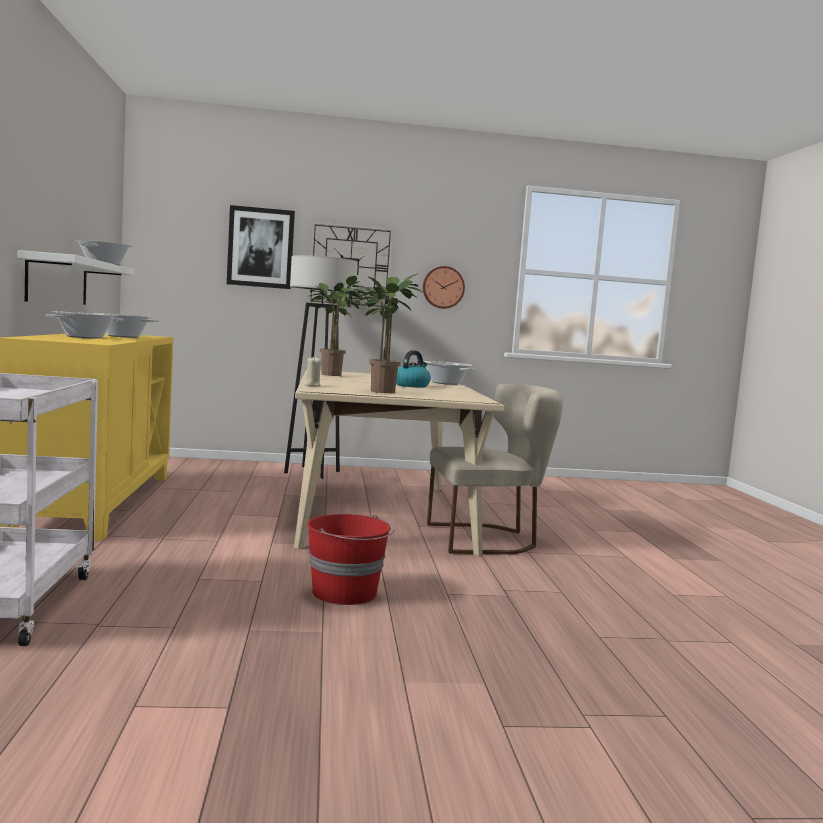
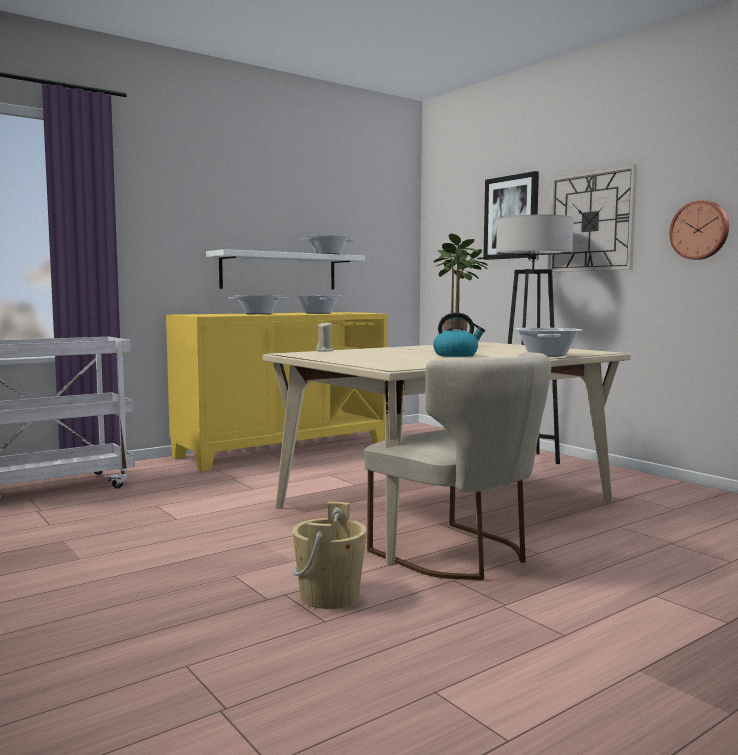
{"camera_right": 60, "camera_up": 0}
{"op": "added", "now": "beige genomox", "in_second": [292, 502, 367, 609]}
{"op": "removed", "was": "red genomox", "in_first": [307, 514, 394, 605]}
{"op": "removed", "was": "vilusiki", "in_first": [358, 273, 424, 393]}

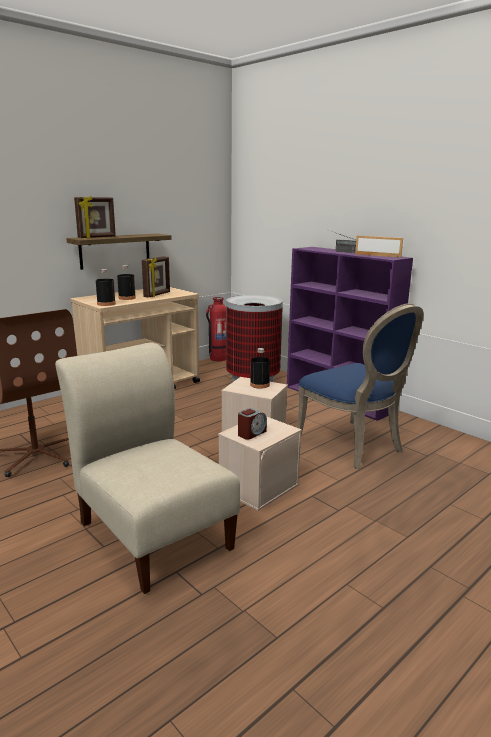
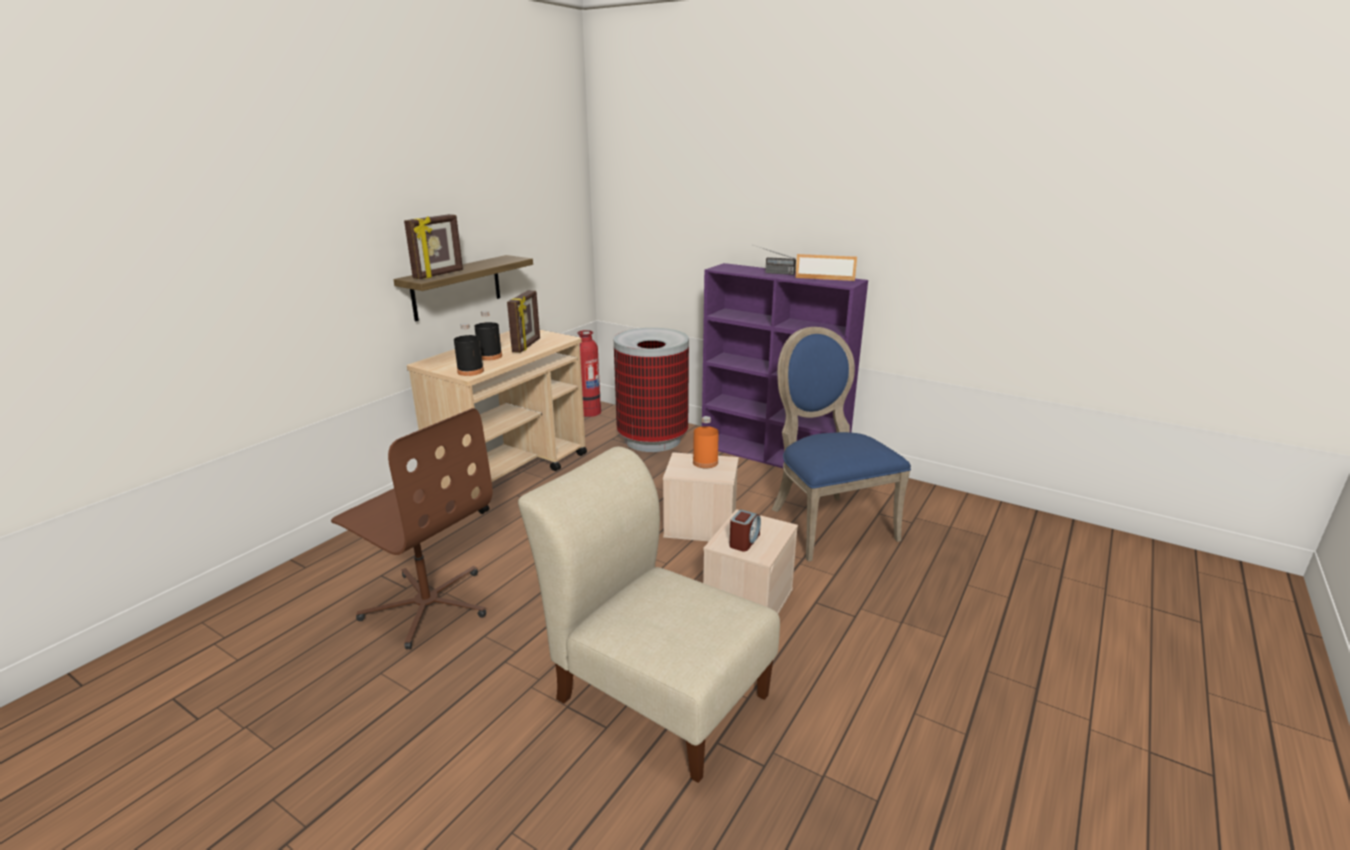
{"camera_right": -15, "camera_up": 5}
{"op": "recoloured", "was": "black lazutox", "now": "orange lazutox", "in_first": [250, 348, 270, 389], "in_second": [693, 416, 719, 468]}
{"op": "turned", "was": "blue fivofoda", "in_first": [297, 303, 423, 469], "in_second": [771, 327, 911, 562], "clockwise": -150}

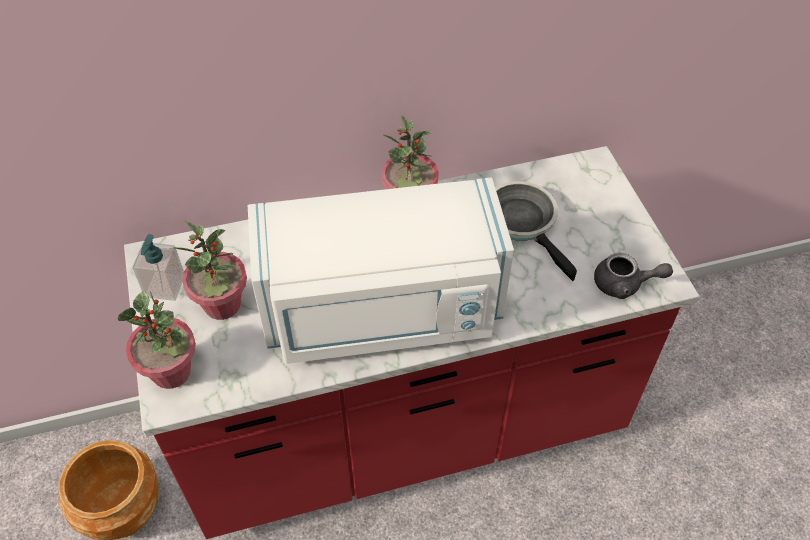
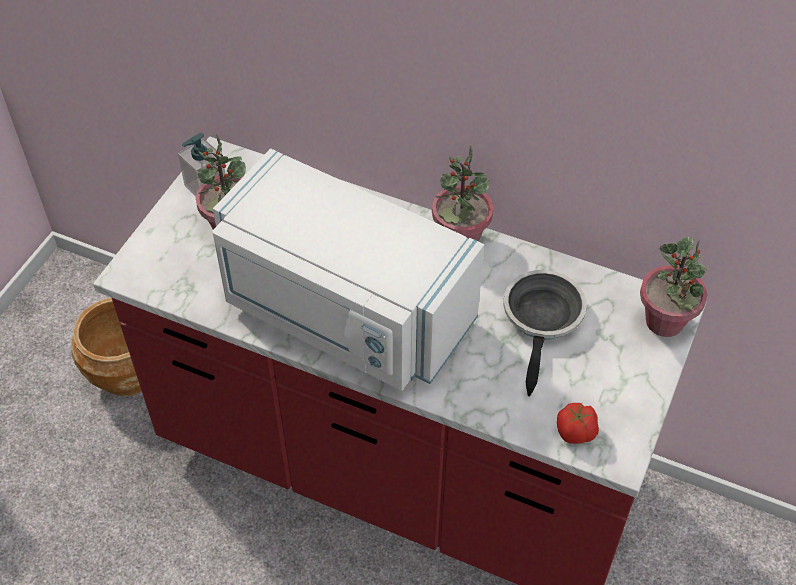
{"camera_right": 40, "camera_up": 0}
{"op": "replaced", "was": "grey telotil", "now": "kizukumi", "in_first": [594, 253, 673, 299], "in_second": [557, 403, 599, 444]}
{"op": "moved", "was": "vilusiki", "in_first": [118, 291, 196, 389], "in_second": [640, 237, 707, 337]}

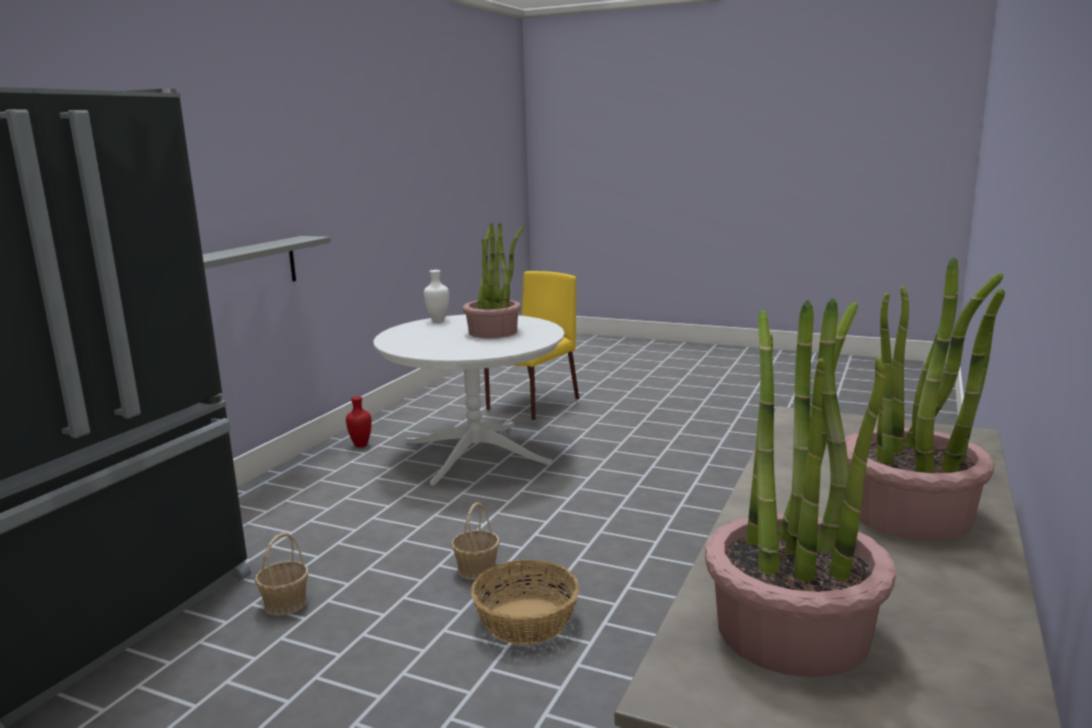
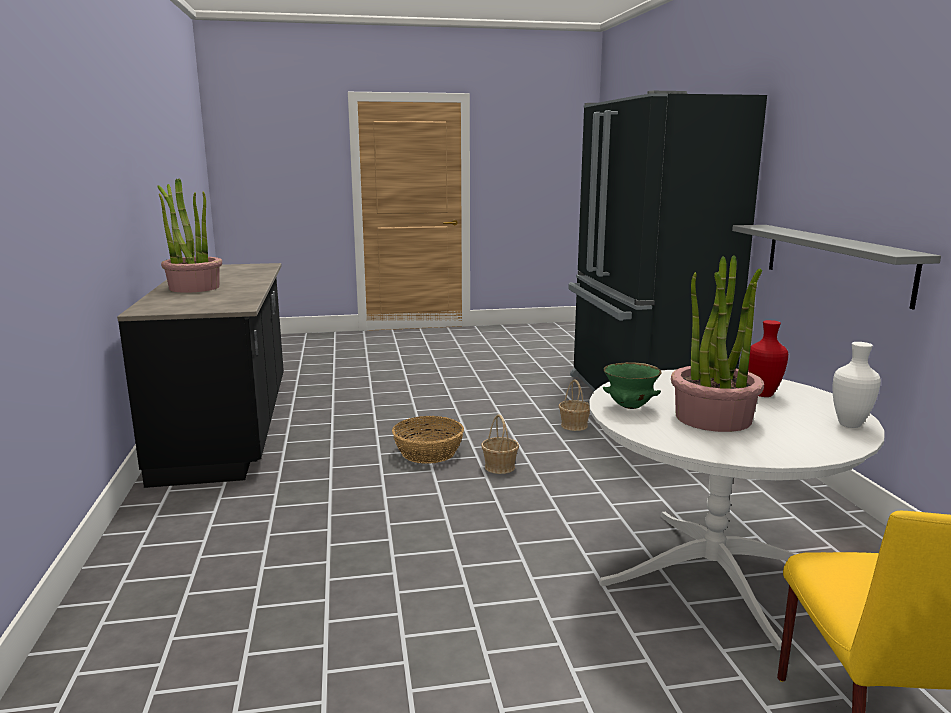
{"camera_right": 145, "camera_up": 0}
{"op": "added", "now": "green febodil", "in_second": [603, 362, 662, 409]}
{"op": "moved", "was": "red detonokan", "in_first": [346, 396, 372, 447], "in_second": [748, 320, 788, 397]}
{"op": "removed", "was": "vilusiki", "in_first": [705, 298, 896, 677]}

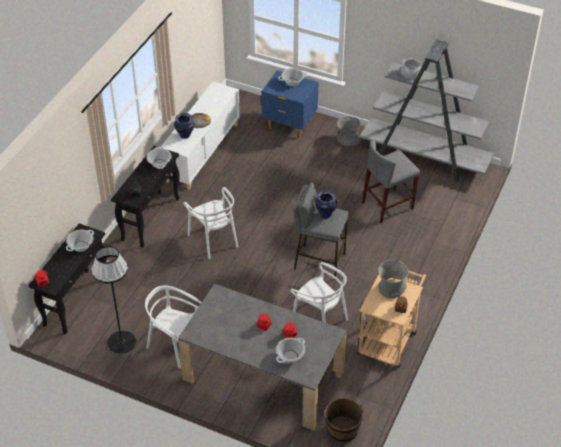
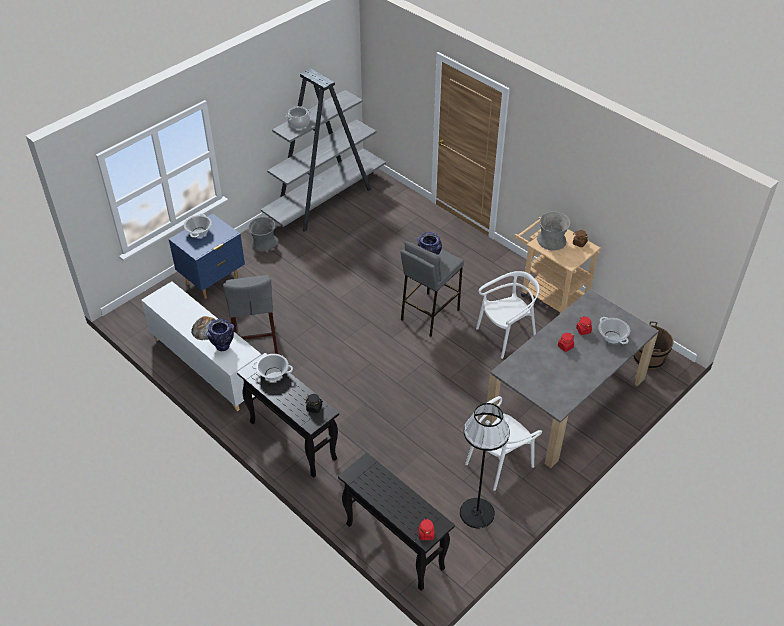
{"camera_right": -70, "camera_up": 0}
{"op": "moved", "was": "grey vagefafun", "in_first": [362, 140, 420, 223], "in_second": [223, 275, 278, 354]}
{"op": "removed", "was": "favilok", "in_first": [66, 230, 94, 252]}
{"op": "removed", "was": "white fivofoda", "in_first": [183, 187, 238, 259]}

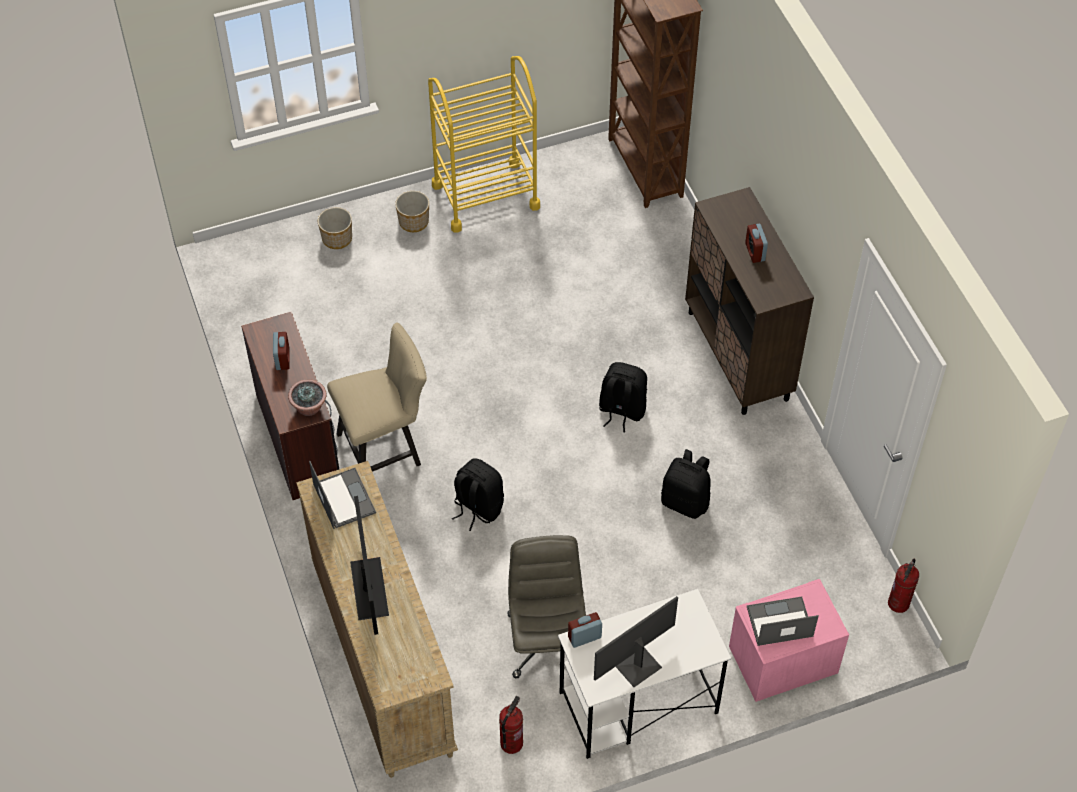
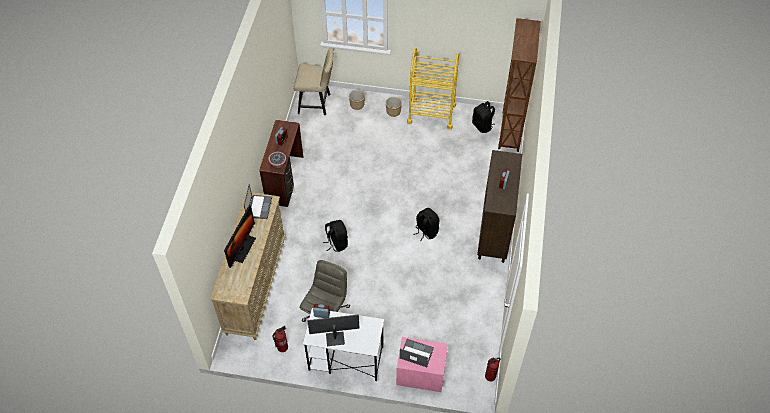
{"camera_right": 30, "camera_up": 0}
{"op": "moved", "was": "beige fivofoda", "in_first": [327, 322, 427, 472], "in_second": [294, 48, 334, 115]}
{"op": "moved", "was": "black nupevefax", "in_first": [661, 449, 711, 519], "in_second": [472, 101, 495, 133]}

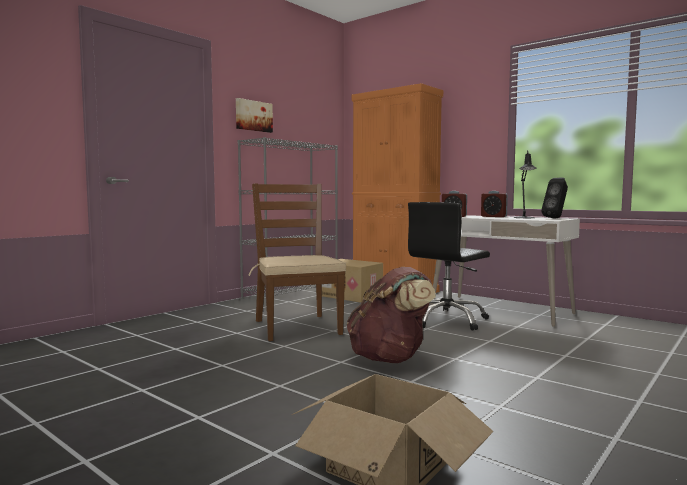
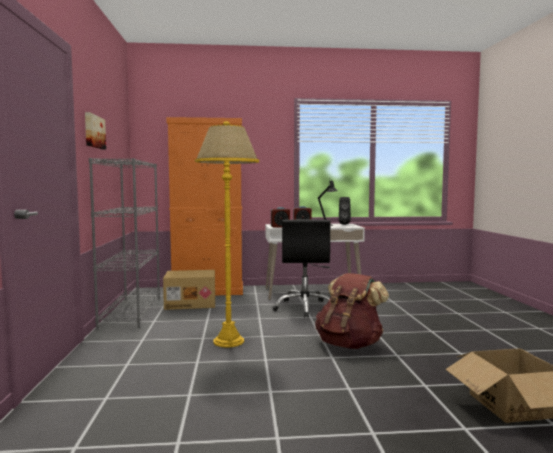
{"camera_right": -45, "camera_up": 0}
{"op": "replaced", "was": "brown fivofoda", "now": "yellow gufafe", "in_first": [249, 183, 346, 341], "in_second": [195, 121, 259, 348]}

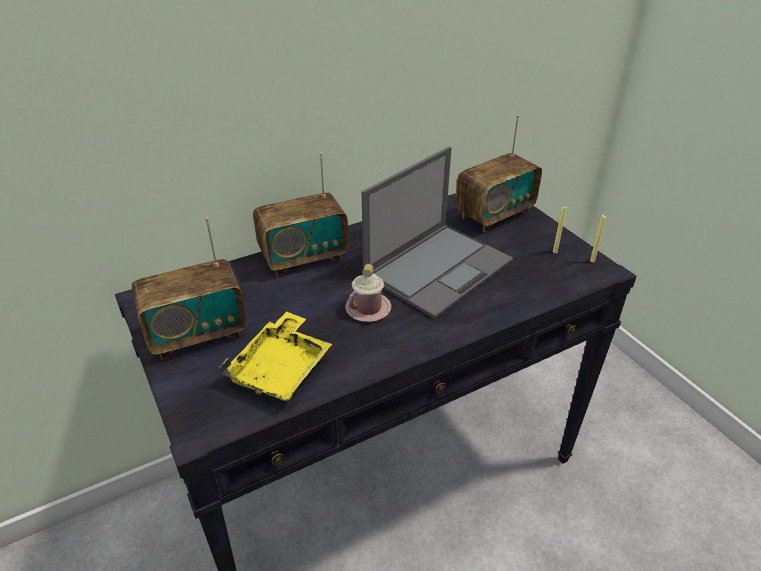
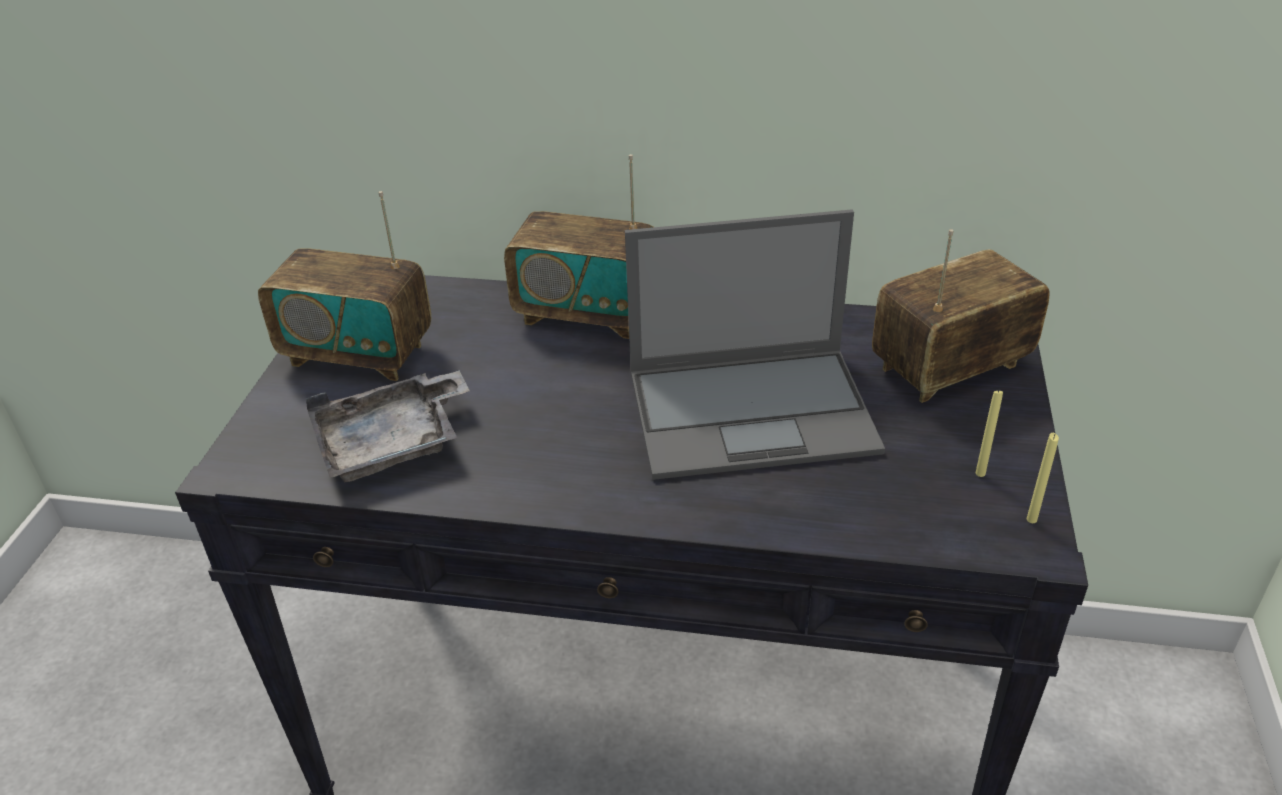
{"camera_right": 40, "camera_up": 0}
{"op": "recoloured", "was": "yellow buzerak", "now": "grey buzerak", "in_first": [220, 312, 332, 401], "in_second": [306, 371, 470, 482]}
{"op": "turned", "was": "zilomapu", "in_first": [455, 115, 542, 232], "in_second": [872, 229, 1049, 403], "clockwise": 150}
{"op": "removed", "was": "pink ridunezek", "in_first": [345, 264, 392, 322]}

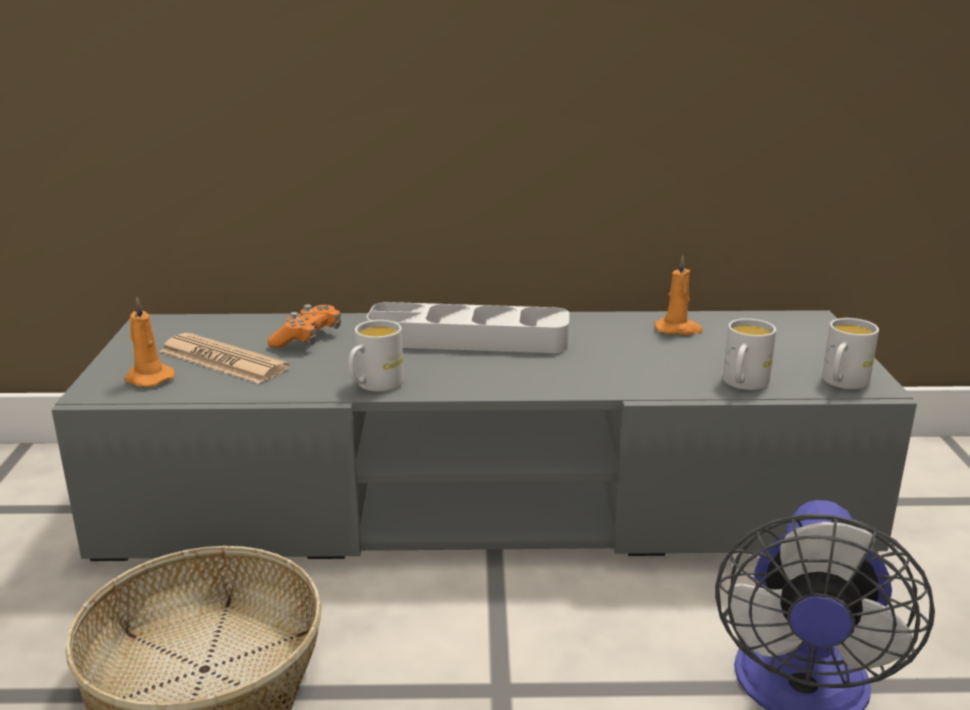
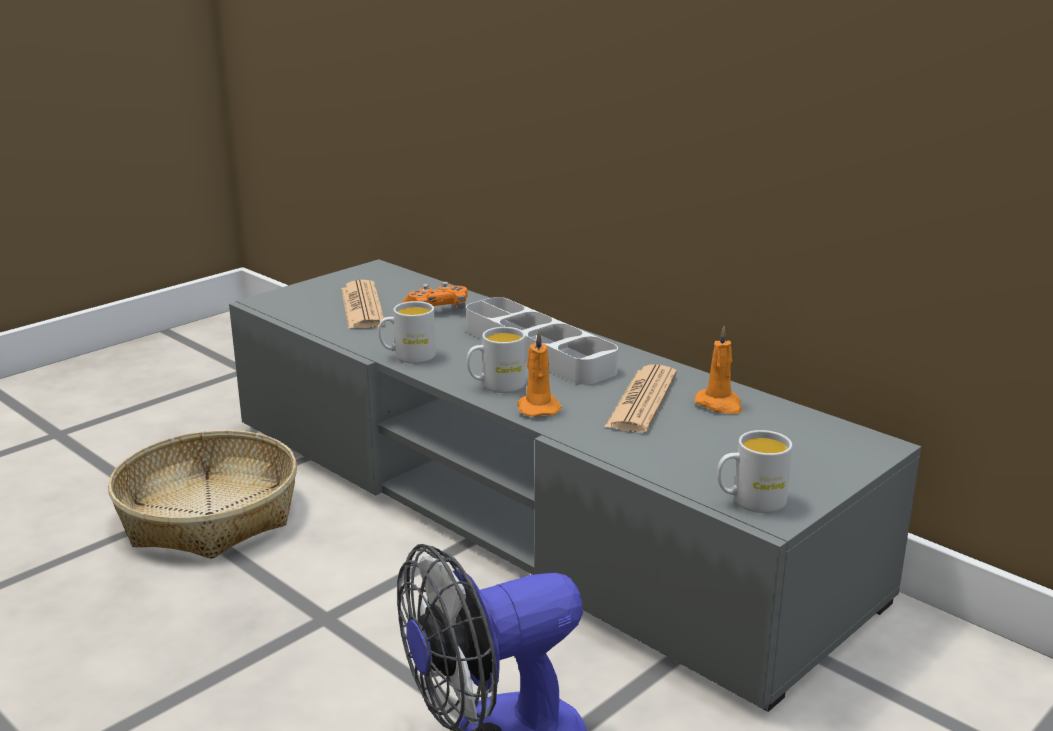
{"camera_right": 45, "camera_up": 0}
{"op": "moved", "was": "white ridunezek", "in_first": [723, 318, 776, 390], "in_second": [467, 327, 525, 393]}
{"op": "moved", "was": "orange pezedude", "in_first": [124, 297, 175, 387], "in_second": [517, 330, 562, 417]}
{"op": "added", "now": "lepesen", "in_second": [604, 365, 677, 433]}

